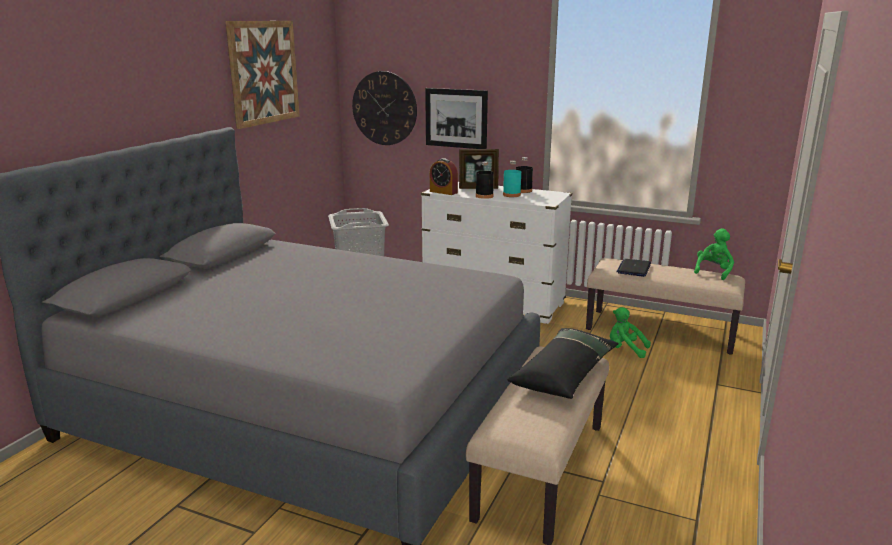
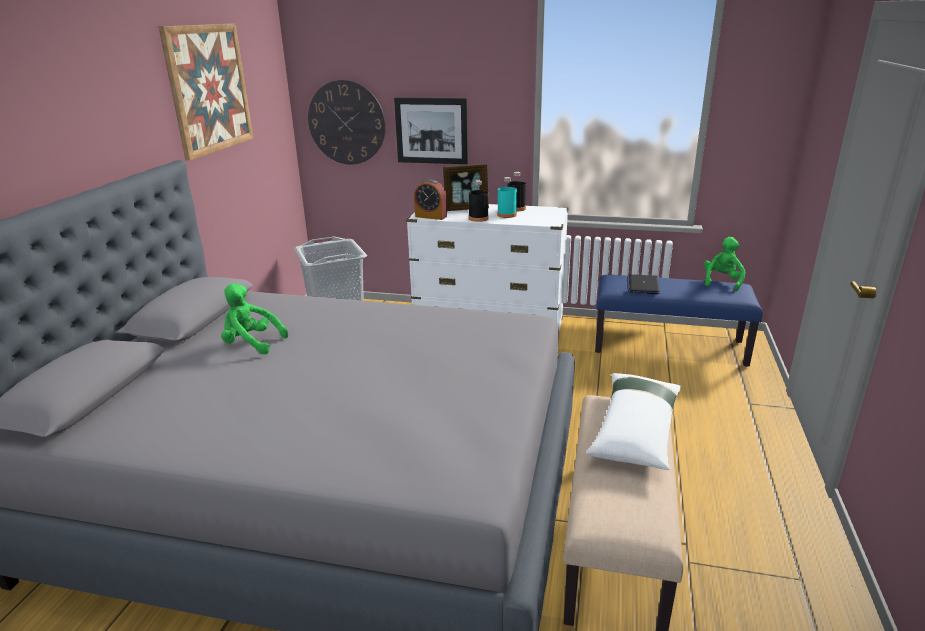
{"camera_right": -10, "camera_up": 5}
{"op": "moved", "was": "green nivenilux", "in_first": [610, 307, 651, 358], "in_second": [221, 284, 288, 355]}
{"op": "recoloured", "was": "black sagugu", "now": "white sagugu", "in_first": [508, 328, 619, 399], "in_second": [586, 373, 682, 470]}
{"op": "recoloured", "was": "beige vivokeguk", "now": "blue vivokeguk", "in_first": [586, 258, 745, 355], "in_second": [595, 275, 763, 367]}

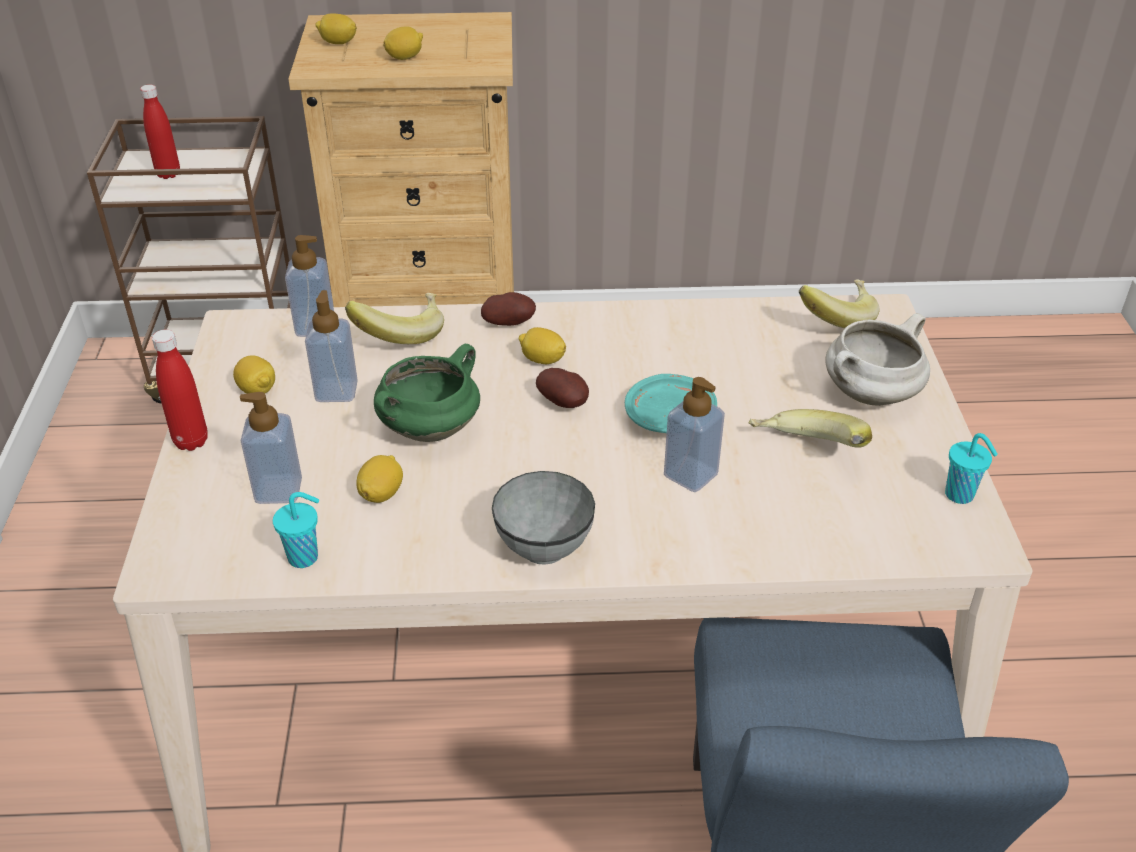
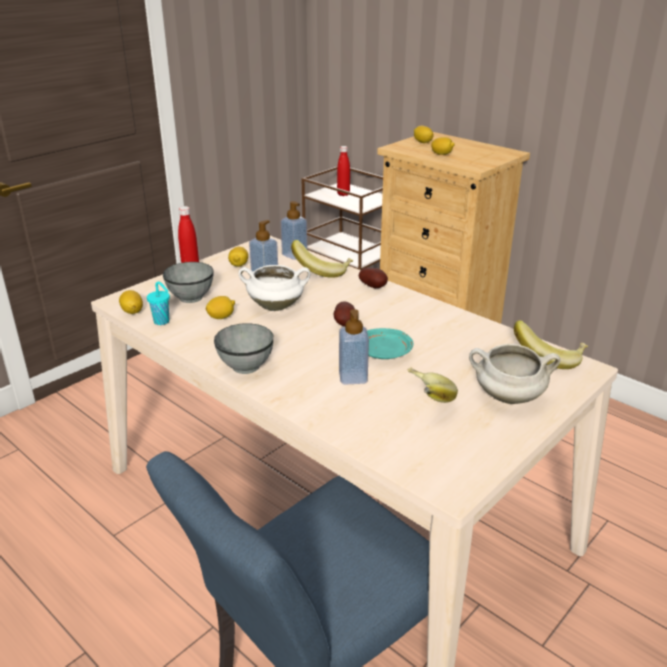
{"camera_right": 45, "camera_up": -10}
{"op": "moved", "was": "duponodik", "in_first": [519, 327, 566, 364], "in_second": [119, 290, 143, 314]}
{"op": "replaced", "was": "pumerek", "now": "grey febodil", "in_first": [240, 392, 302, 504], "in_second": [163, 262, 214, 303]}
{"op": "recoloured", "was": "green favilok", "now": "white favilok", "in_first": [374, 344, 480, 442], "in_second": [238, 265, 310, 311]}
{"op": "removed", "was": "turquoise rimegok", "in_first": [945, 433, 998, 504]}

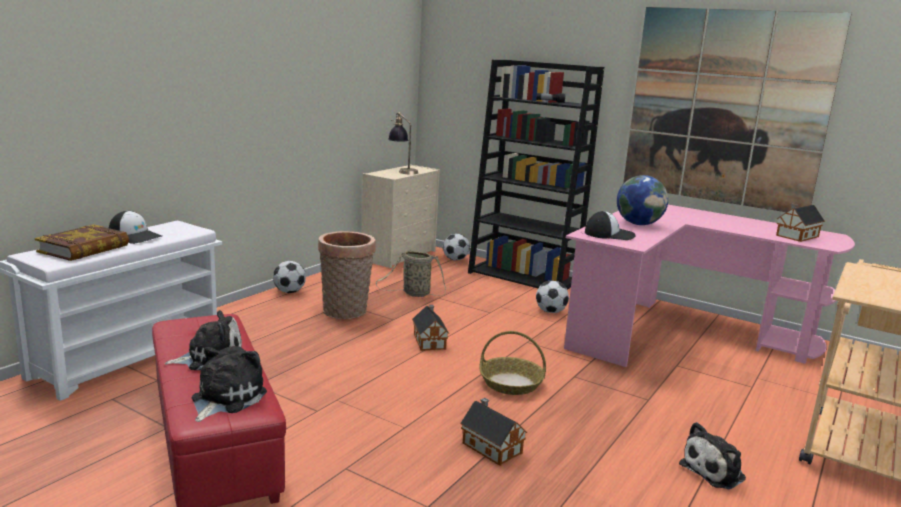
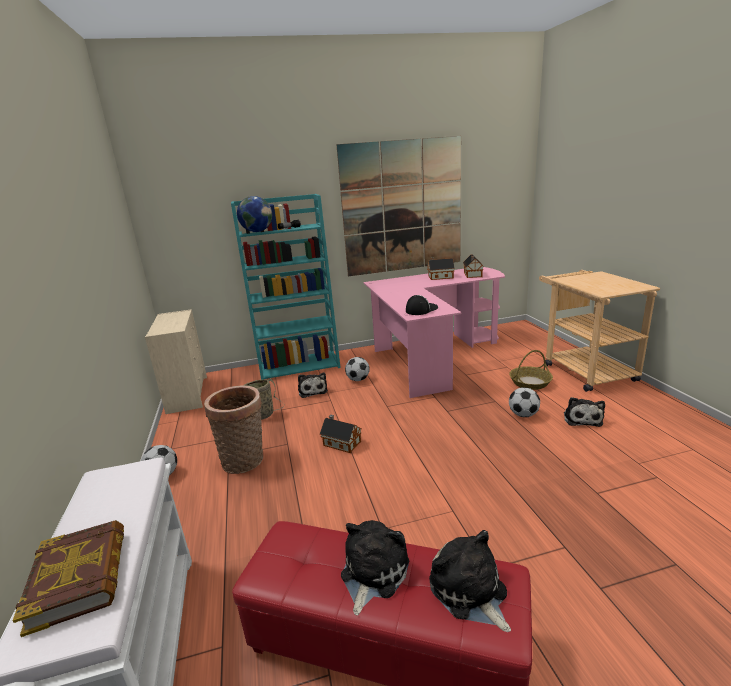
{"camera_right": -45, "camera_up": 5}
{"op": "recoloured", "was": "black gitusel", "now": "turquoise gitusel", "in_first": [468, 60, 604, 290], "in_second": [231, 194, 341, 380]}
{"op": "moved", "was": "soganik", "in_first": [617, 175, 668, 225], "in_second": [237, 196, 272, 232]}
{"op": "added", "now": "nivenilux", "in_second": [298, 373, 328, 398]}
{"op": "moved", "was": "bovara", "in_first": [460, 398, 527, 466], "in_second": [427, 257, 455, 280]}
{"op": "moved", "was": "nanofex", "in_first": [479, 331, 546, 395], "in_second": [509, 350, 553, 390]}
{"op": "moved", "was": "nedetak", "in_first": [443, 234, 470, 260], "in_second": [509, 387, 540, 417]}
{"op": "removed", "was": "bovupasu", "in_first": [109, 211, 162, 244]}
{"op": "removed", "was": "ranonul", "in_first": [388, 112, 418, 175]}

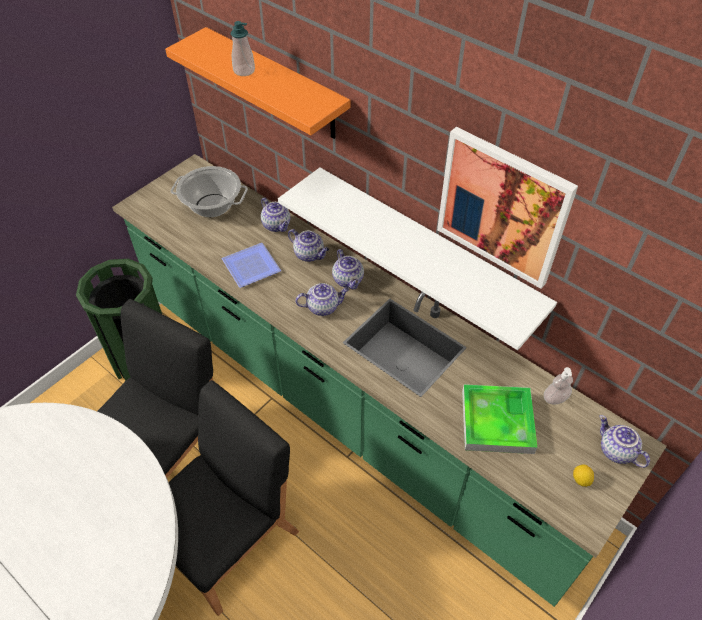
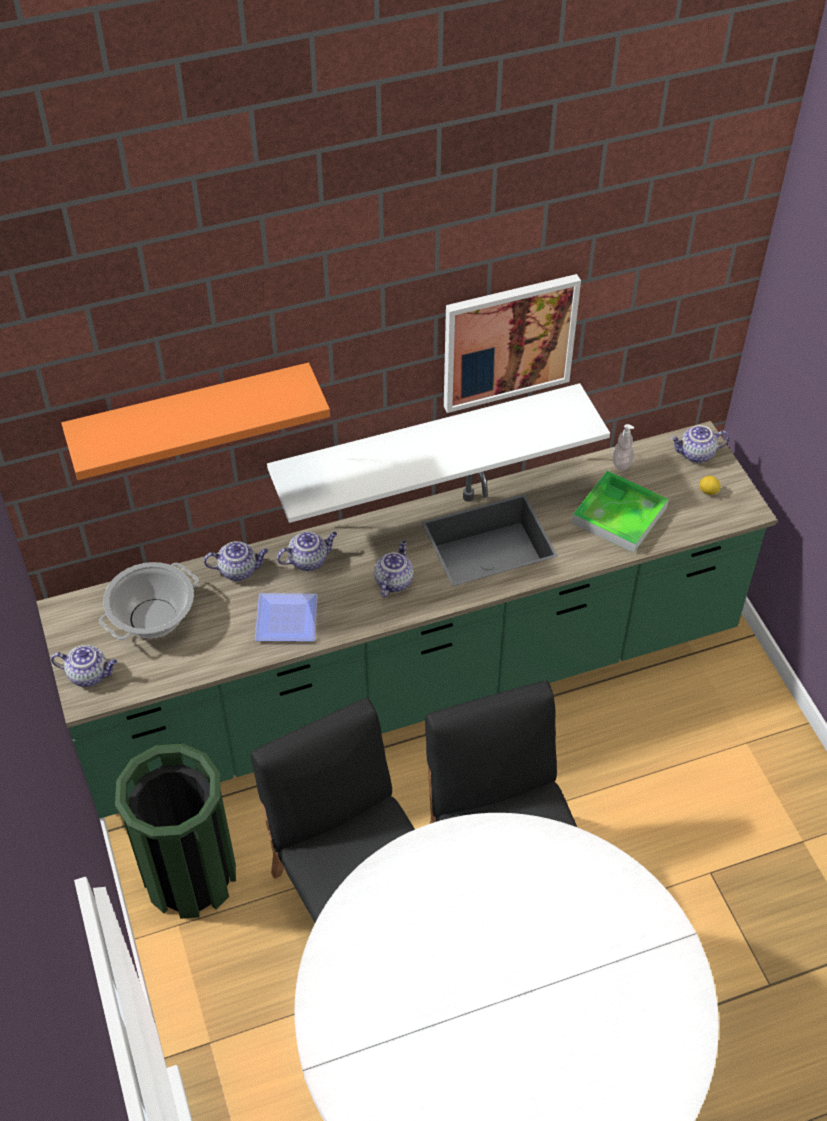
{"camera_right": -60, "camera_up": 0}
{"op": "moved", "was": "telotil", "in_first": [332, 249, 364, 289], "in_second": [51, 645, 117, 687]}
{"op": "removed", "was": "pumerek", "in_first": [231, 21, 255, 76]}

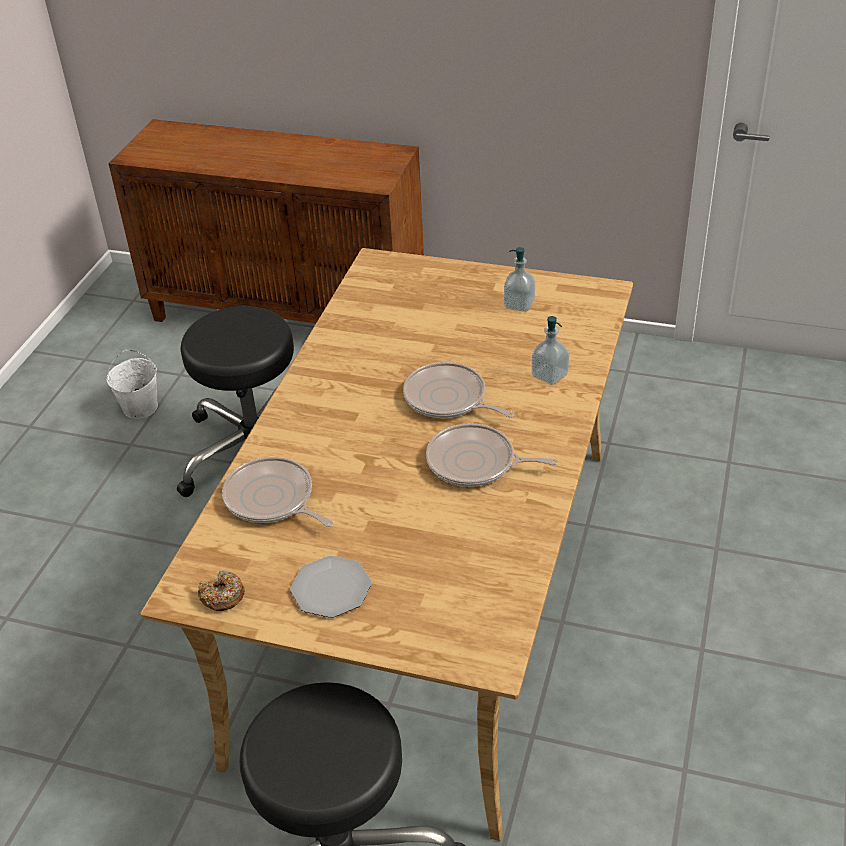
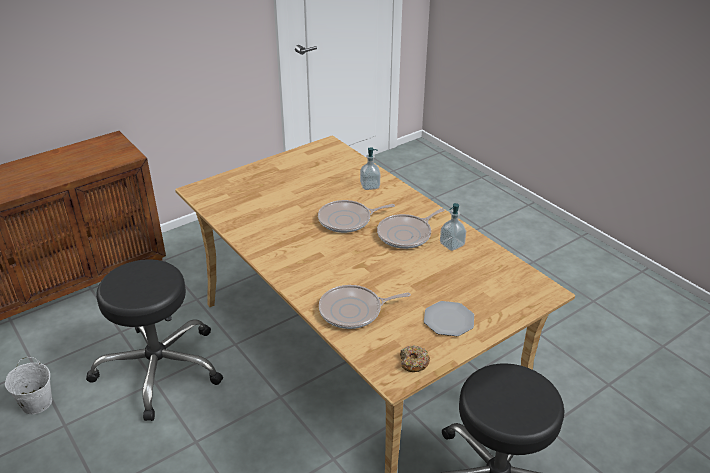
{"camera_right": -55, "camera_up": -5}
{"op": "moved", "was": "pumerek", "in_first": [504, 247, 535, 312], "in_second": [440, 203, 466, 251]}

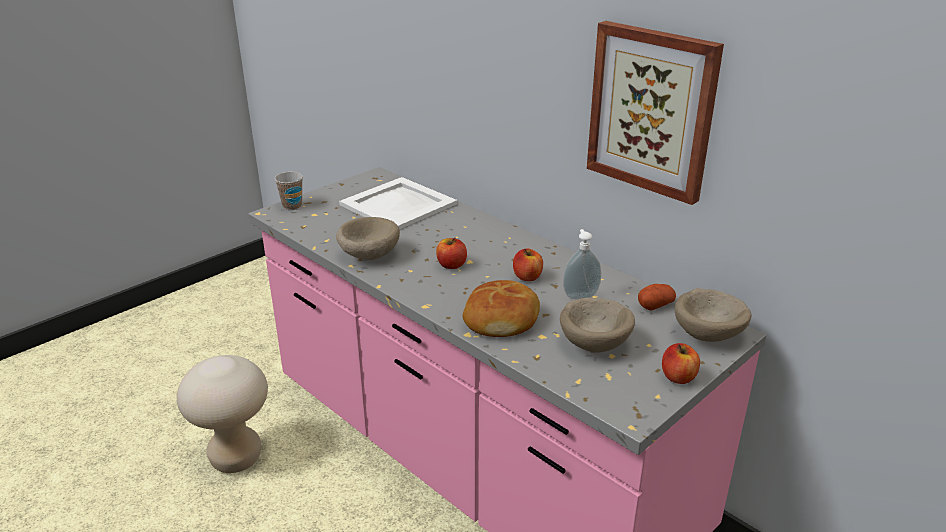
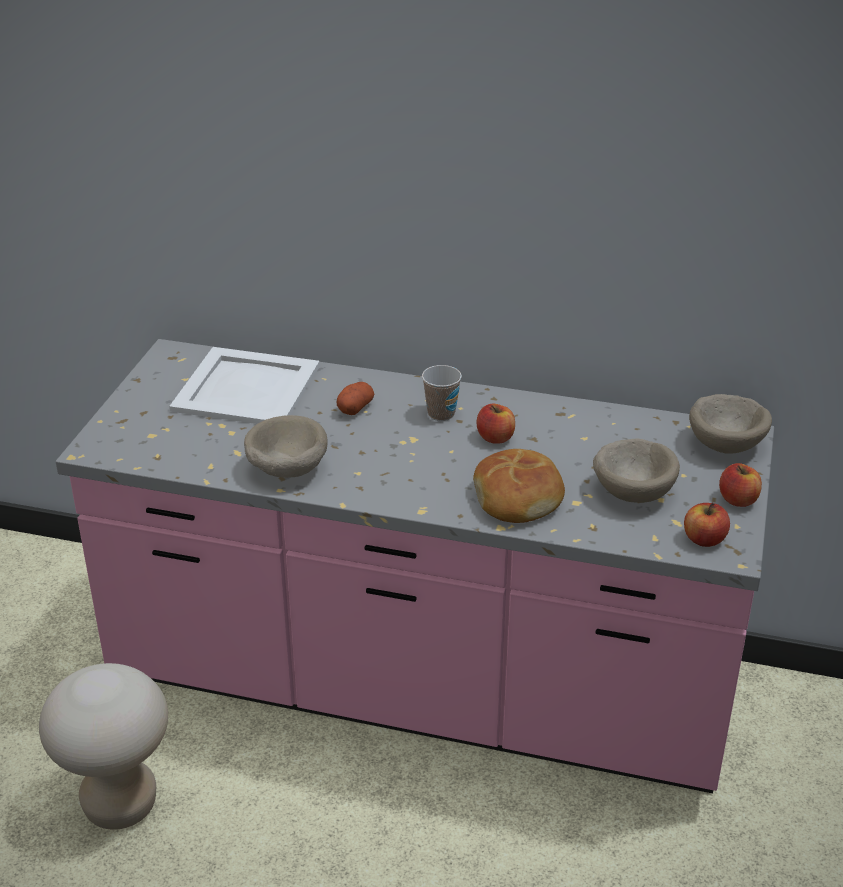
{"camera_right": -30, "camera_up": 5}
{"op": "moved", "was": "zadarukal", "in_first": [638, 284, 676, 311], "in_second": [337, 382, 374, 415]}
{"op": "moved", "was": "rimegok", "in_first": [275, 172, 303, 210], "in_second": [422, 365, 462, 421]}
{"op": "moved", "was": "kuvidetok", "in_first": [436, 238, 467, 269], "in_second": [684, 502, 730, 547]}
{"op": "removed", "was": "pumerek", "in_first": [563, 229, 601, 299]}
{"op": "removed", "was": "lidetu", "in_first": [587, 21, 724, 205]}

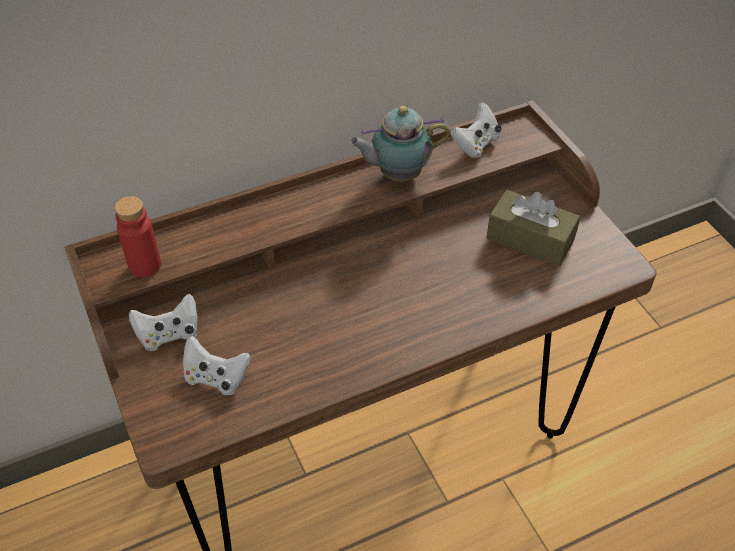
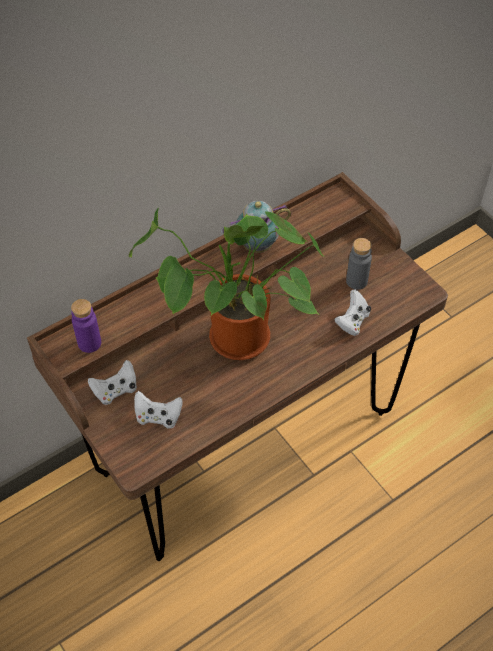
{"camera_right": -10, "camera_up": 5}
{"op": "recoloured", "was": "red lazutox", "now": "purple lazutox", "in_first": [114, 196, 161, 277], "in_second": [71, 299, 101, 353]}
{"op": "added", "now": "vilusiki", "in_second": [129, 207, 324, 360]}
{"op": "moved", "was": "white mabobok", "in_first": [450, 102, 501, 158], "in_second": [334, 289, 371, 336]}
{"op": "replaced", "was": "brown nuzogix", "now": "grey lazutox", "in_first": [486, 190, 580, 266], "in_second": [346, 238, 372, 290]}

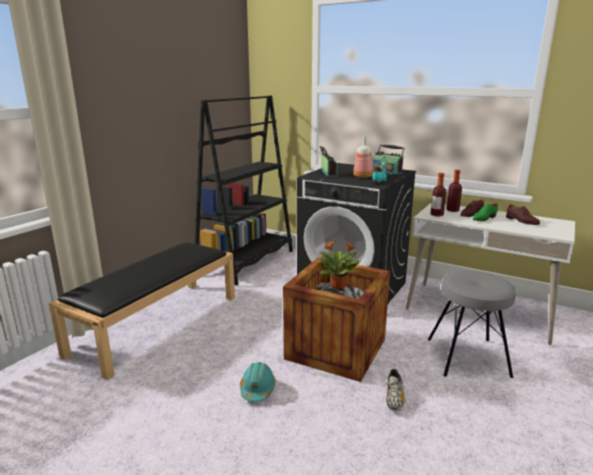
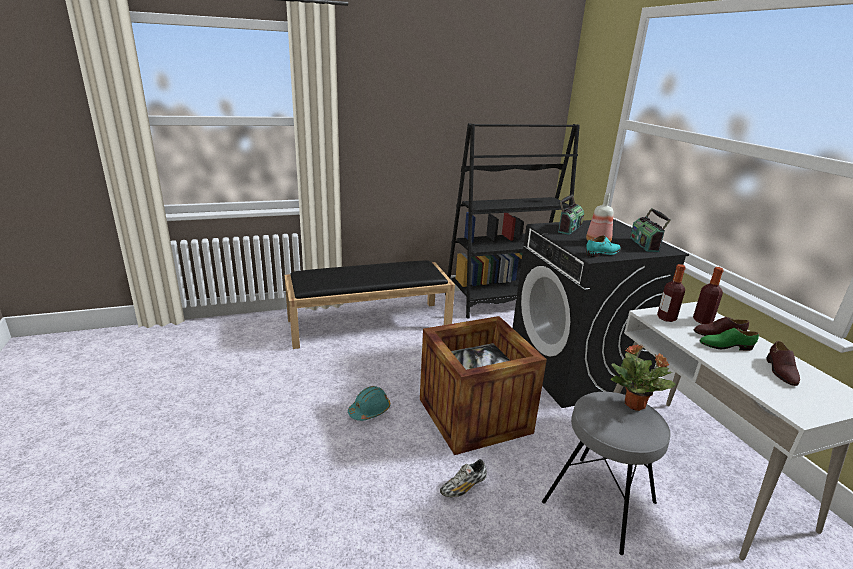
{"camera_right": 40, "camera_up": 5}
{"op": "moved", "was": "vilusiki", "in_first": [319, 241, 359, 290], "in_second": [611, 344, 676, 411]}

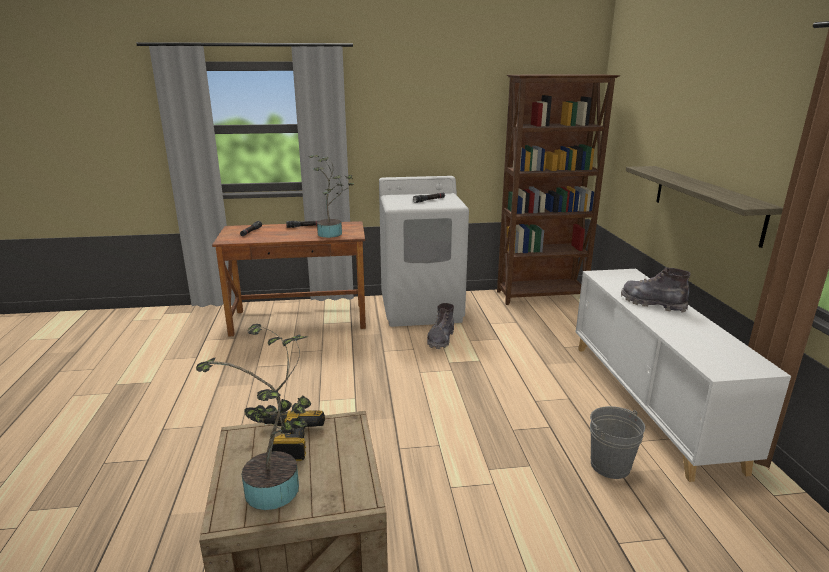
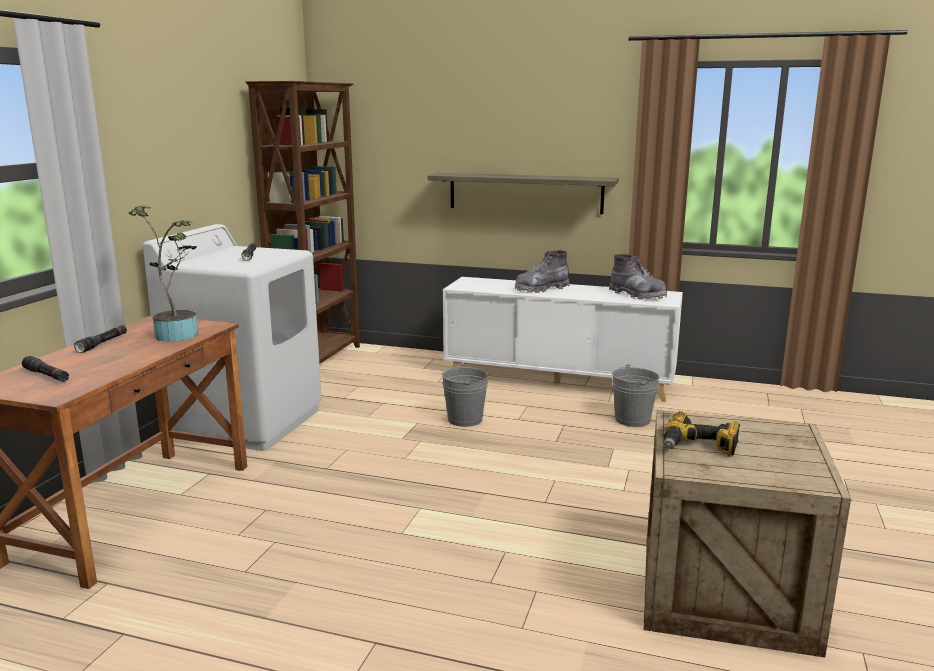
{"camera_right": -65, "camera_up": -5}
{"op": "added", "now": "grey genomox", "in_second": [442, 364, 488, 427]}
{"op": "moved", "was": "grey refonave", "in_first": [427, 303, 454, 349], "in_second": [609, 254, 667, 300]}
{"op": "removed", "was": "vilusiki", "in_first": [196, 324, 311, 510]}

